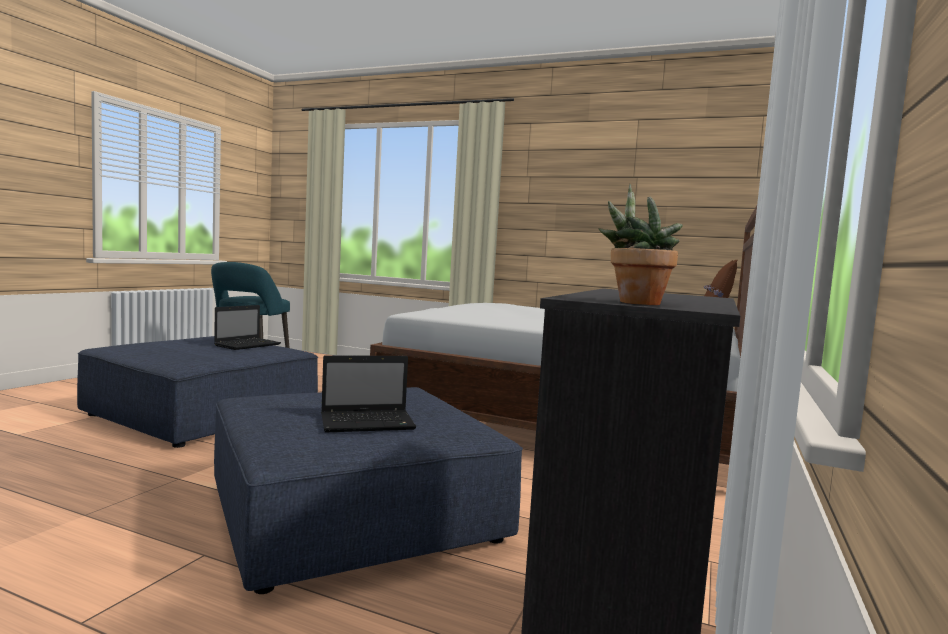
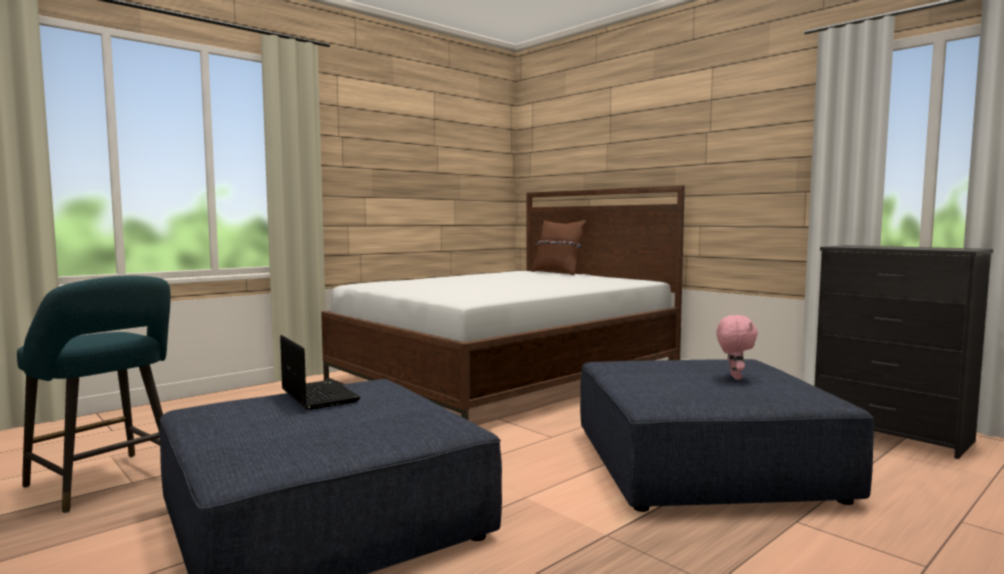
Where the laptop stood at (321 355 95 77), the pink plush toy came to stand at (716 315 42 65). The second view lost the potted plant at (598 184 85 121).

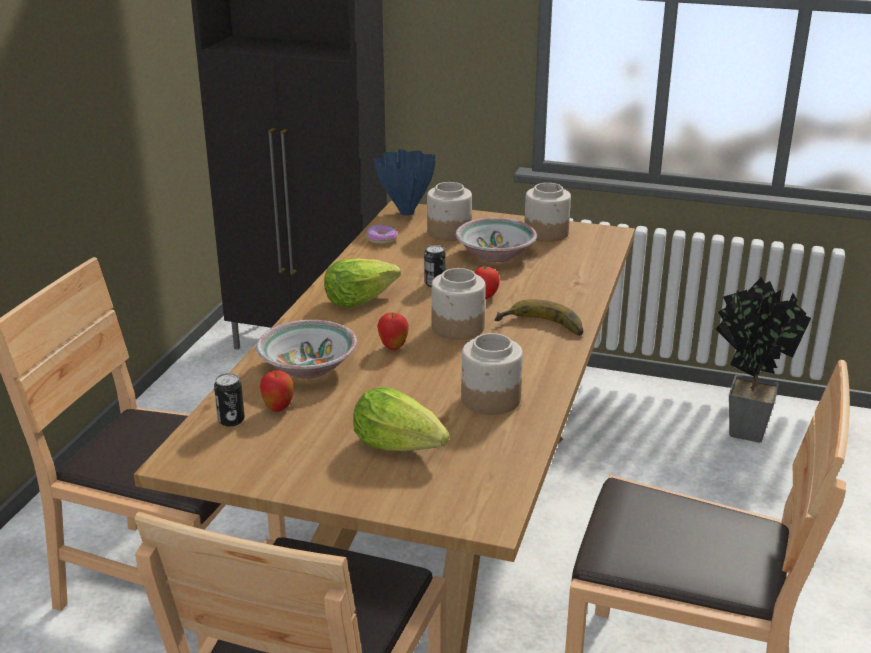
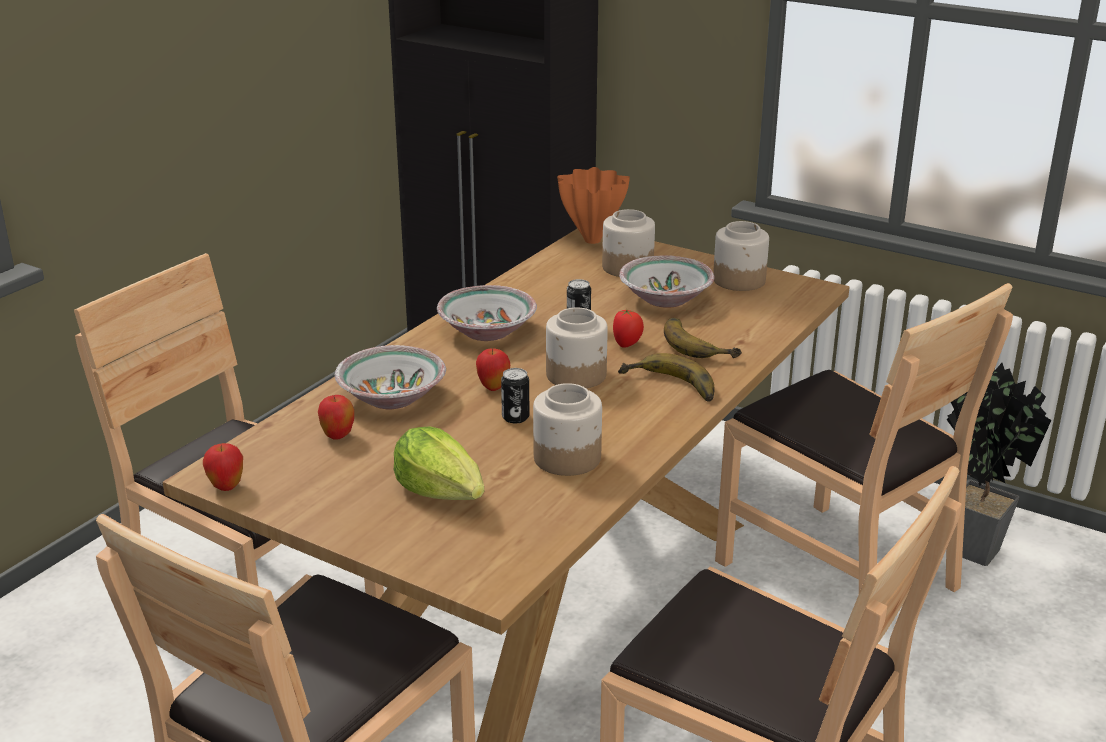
The can ended up elsewhere, having gone from (214 373 31 53) to (501 368 29 55). Where the lettuce stood at (324 258 77 50), the bowl came to stand at (437 285 100 56). The second view lost the donut at (366 225 32 19). What was the blue vase at (374 149 61 67) turned into the orange vase at (557 167 73 77). The second view gained the apple at (203 443 40 48). The second view gained the banana at (664 318 78 40). The second view gained the brown chair at (715 283 298 310).

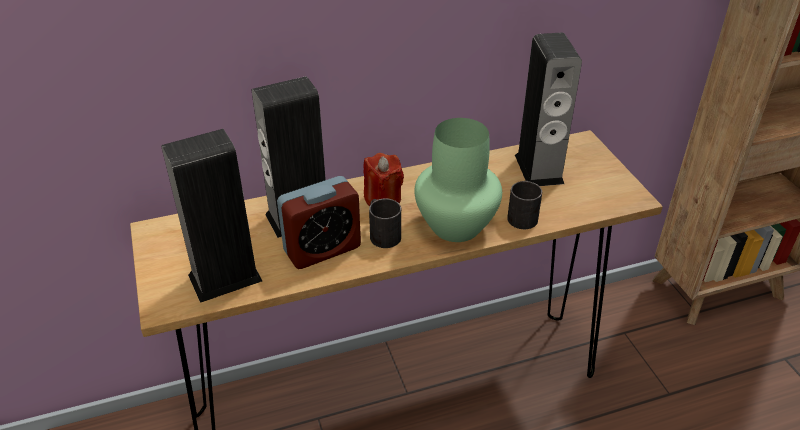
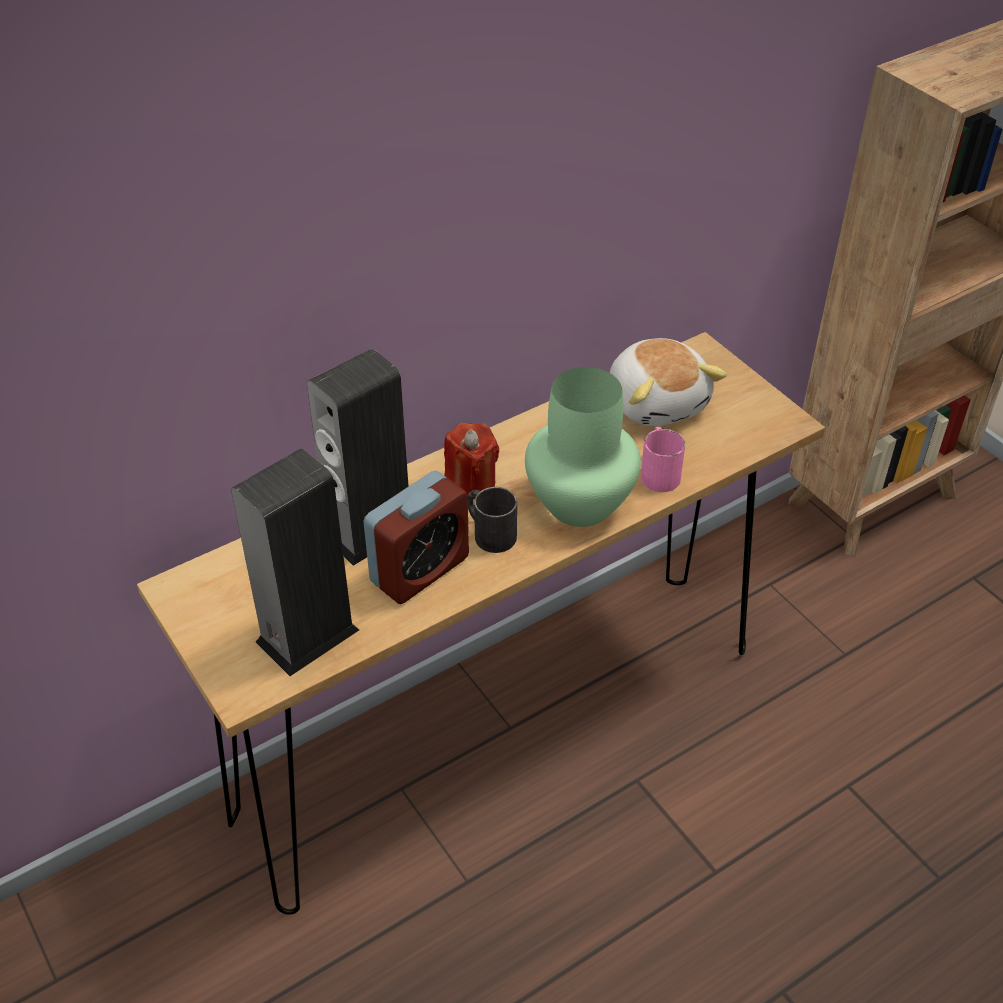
What was the black mug at (507 180 35 49) turned into the pink mug at (641 427 45 65). Where the speaker stood at (515 33 67 153), the plush toy came to stand at (610 338 117 88).

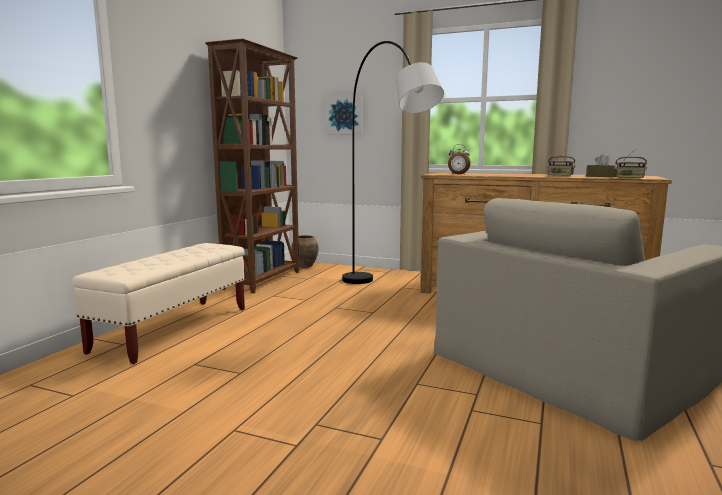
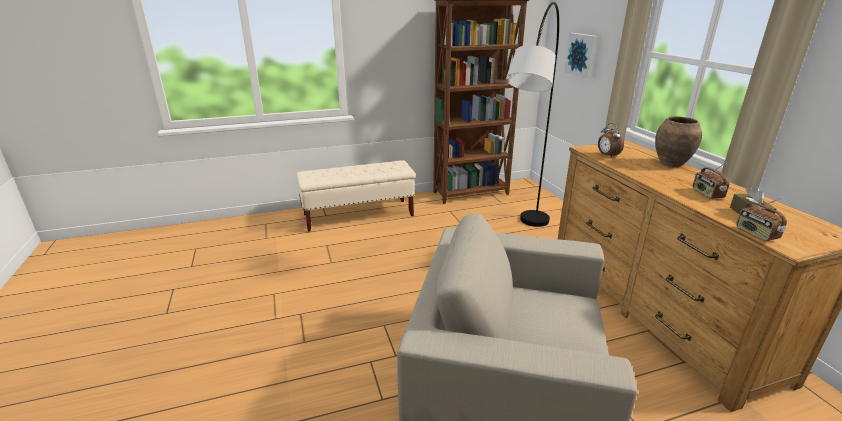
The brown vase ended up elsewhere, having gone from (291 235 28 33) to (655 116 47 51).

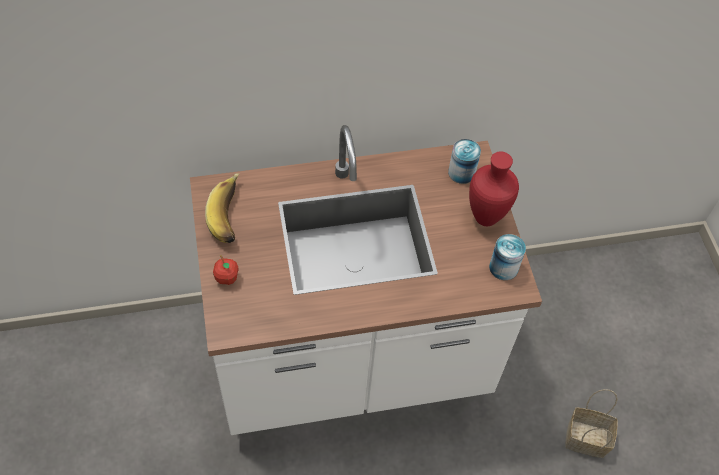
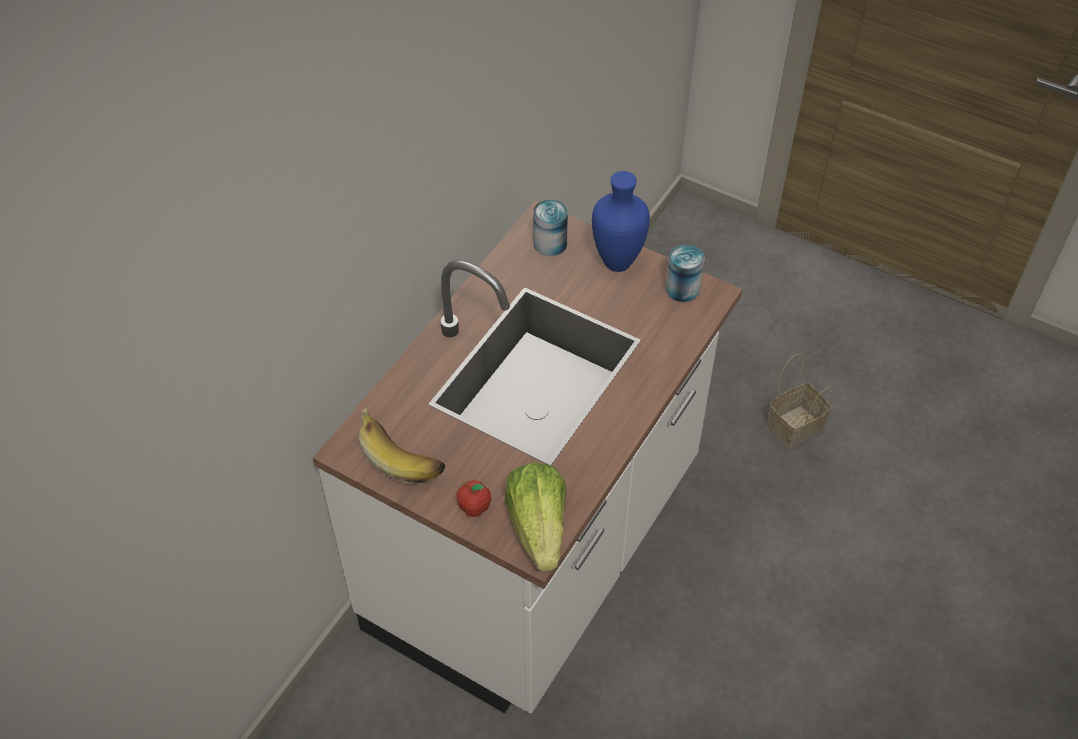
What was the red vase at (469 151 50 75) turned into the blue vase at (592 171 58 101). The second view gained the lettuce at (504 463 63 108).

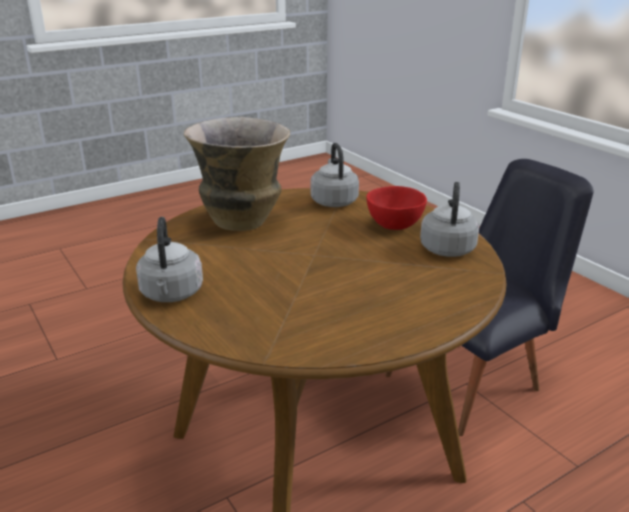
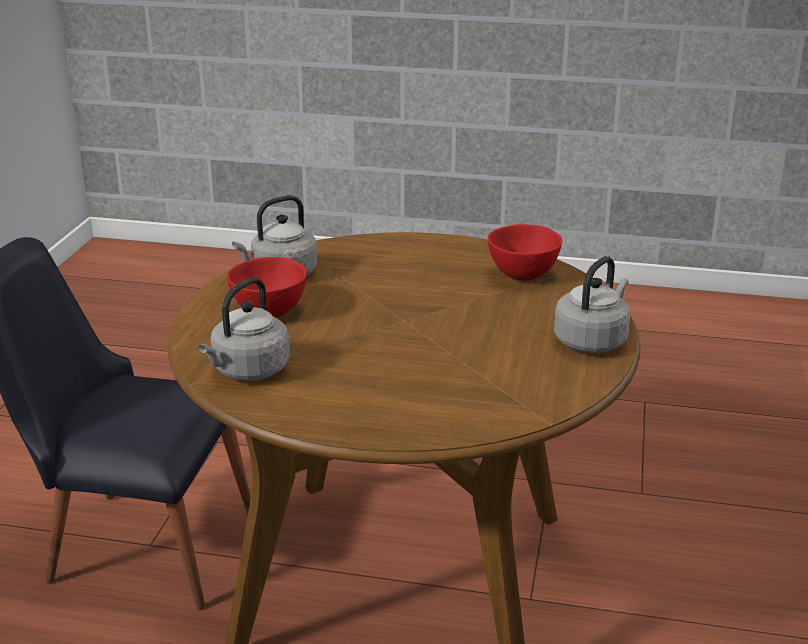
The second view lost the vase at (184 117 106 114). The second view gained the red bowl at (488 224 74 57).

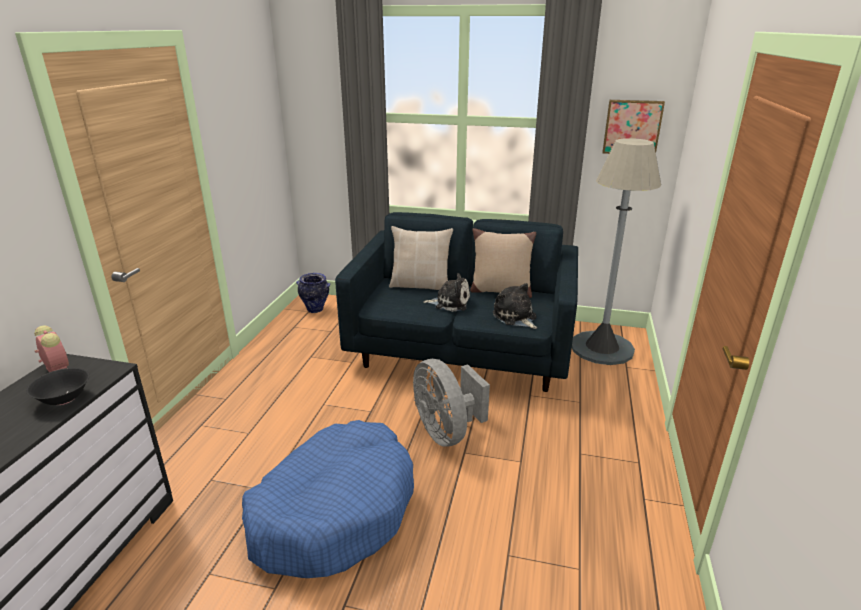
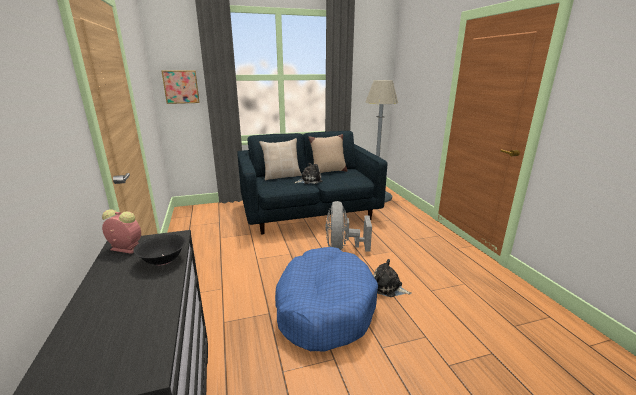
The second view lost the vase at (296 273 34 40). The grey fan at (413 359 77 88) ended up facing another way, 60 degrees clockwise from before. The plush toy ended up elsewhere, having gone from (493 283 44 46) to (373 259 39 38). The picture ended up elsewhere, having gone from (602 100 63 54) to (161 70 39 34).

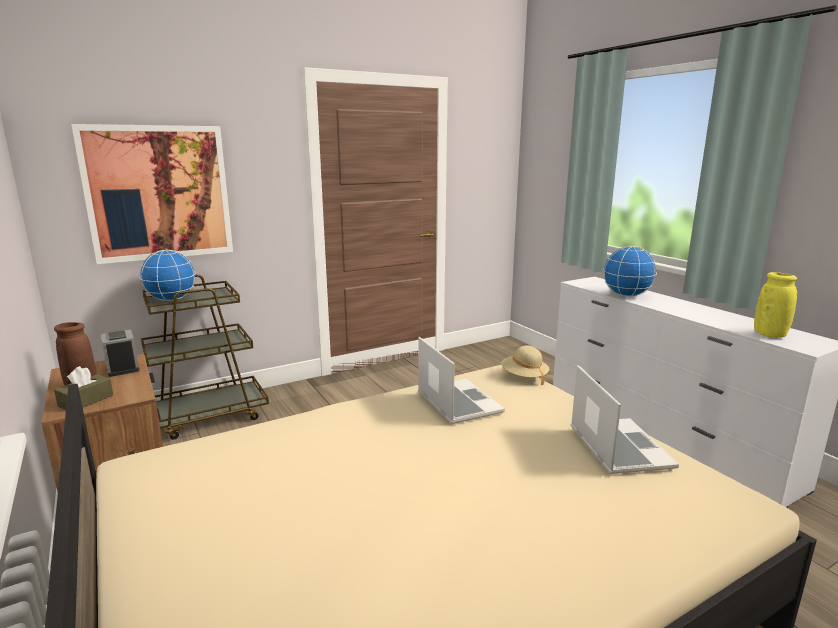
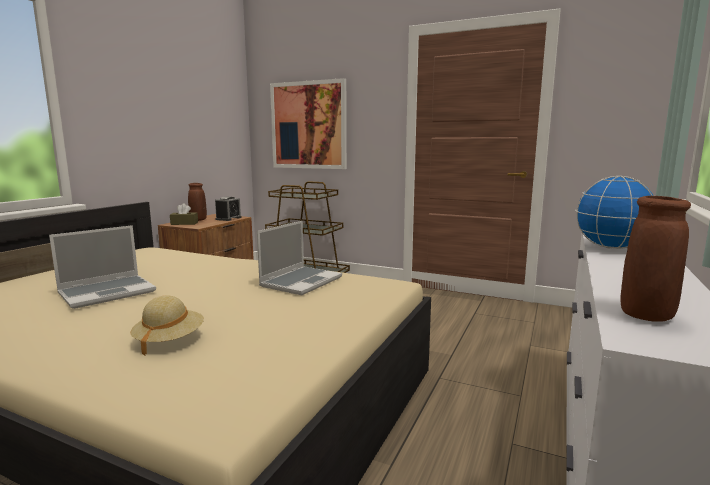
The second view lost the globe at (140 250 56 51). The beige hat ended up elsewhere, having gone from (501 345 49 40) to (130 295 74 61). The laptop ended up elsewhere, having gone from (571 365 108 109) to (49 225 107 84). What was the yellow vase at (754 272 43 66) turned into the brown vase at (620 196 71 126).

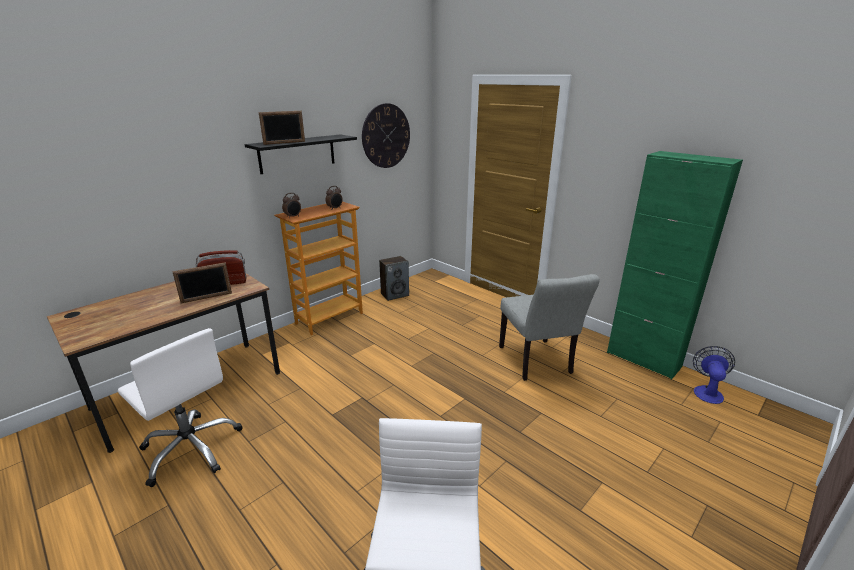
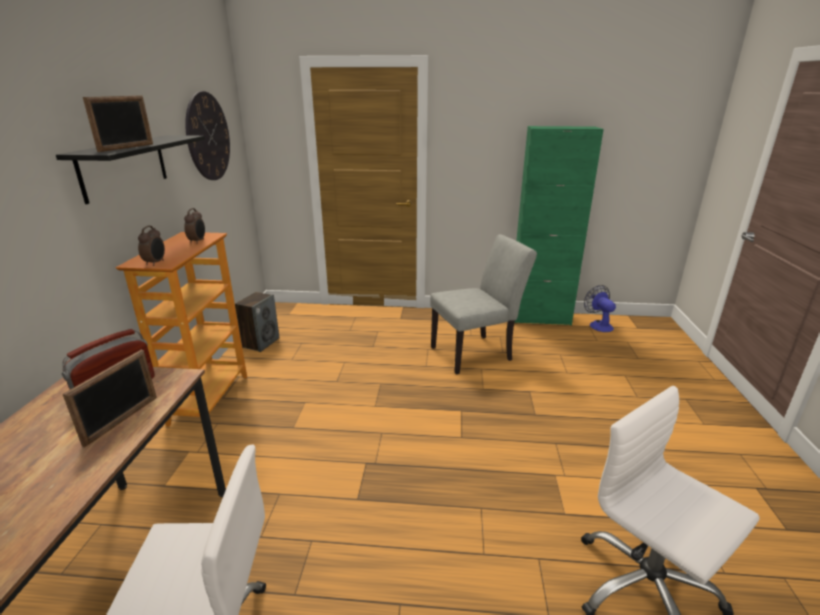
The grey chair at (499 274 101 107) ended up facing another way, 60 degrees counterclockwise from before.

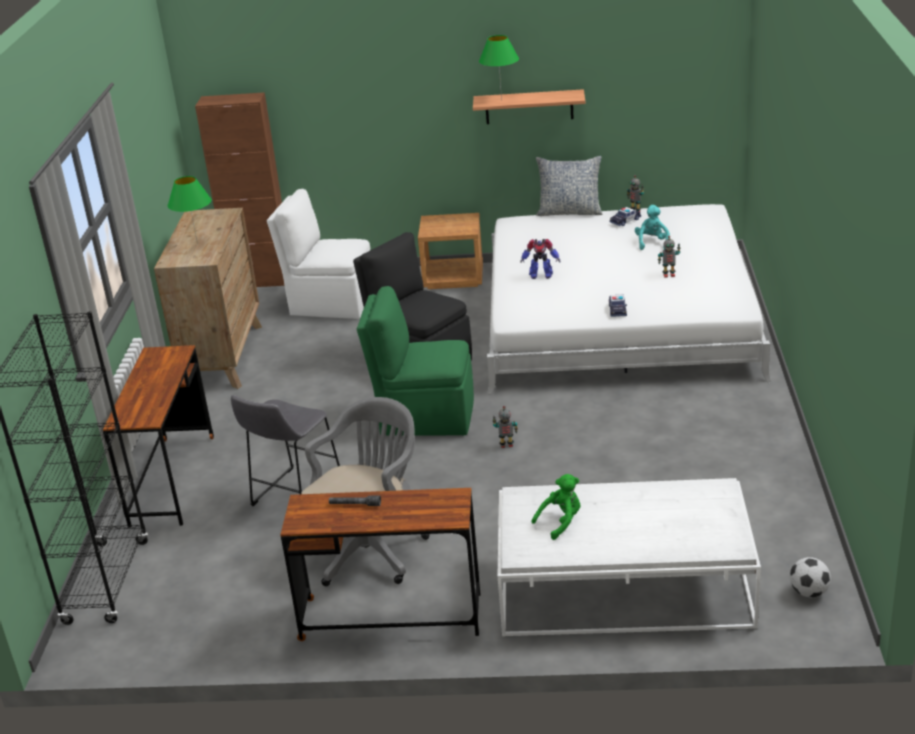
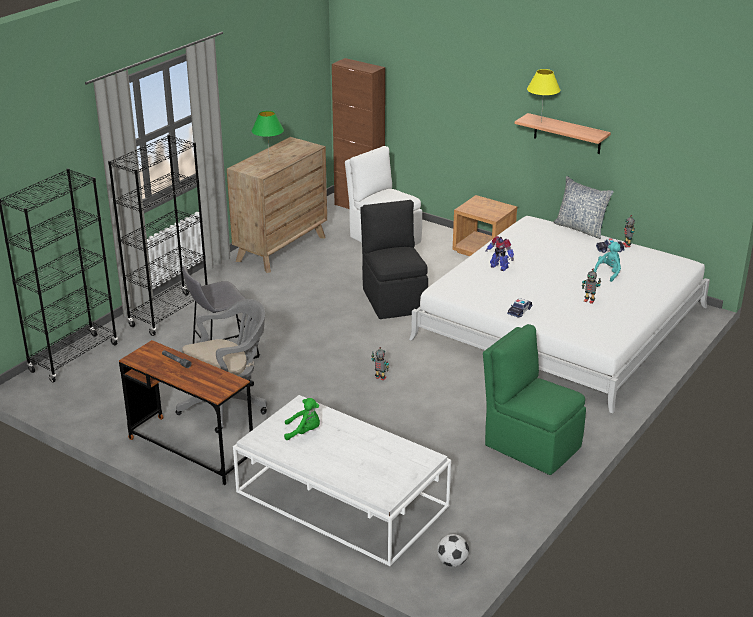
Where the brown desk stood at (103 345 111 183), the black bookcase came to stand at (108 135 100 201). The green chair ended up elsewhere, having gone from (357 286 117 149) to (483 324 103 151). What was the green table lamp at (479 35 40 66) turned into the yellow table lamp at (527 69 33 52).

